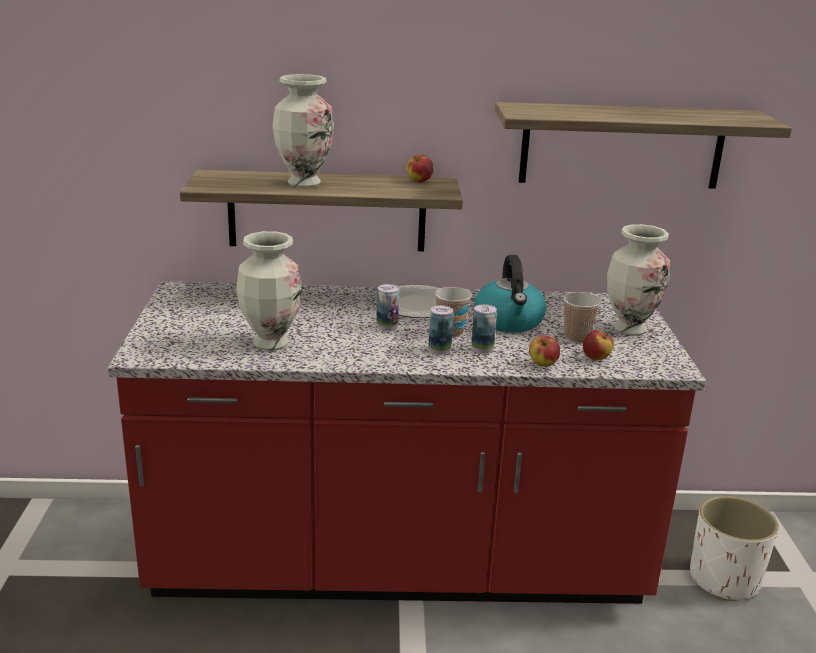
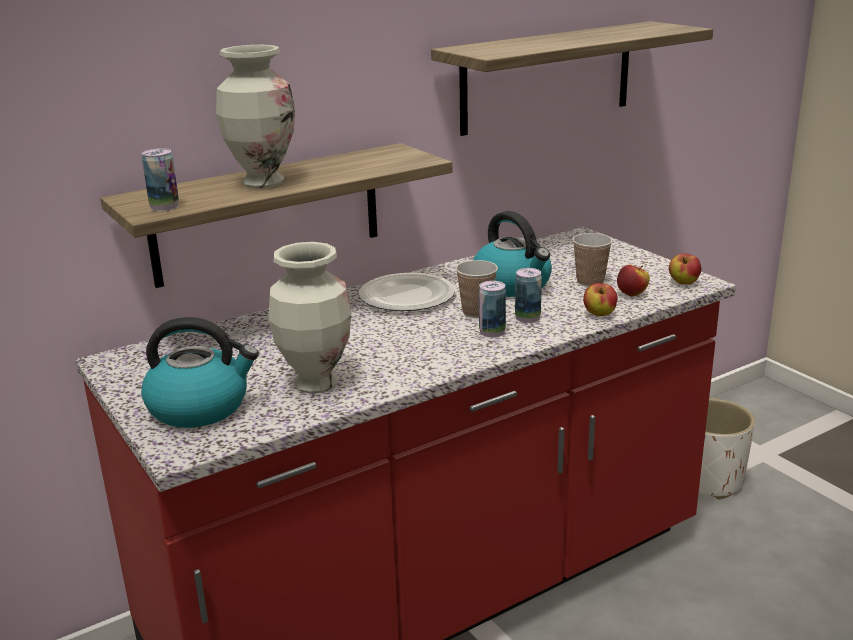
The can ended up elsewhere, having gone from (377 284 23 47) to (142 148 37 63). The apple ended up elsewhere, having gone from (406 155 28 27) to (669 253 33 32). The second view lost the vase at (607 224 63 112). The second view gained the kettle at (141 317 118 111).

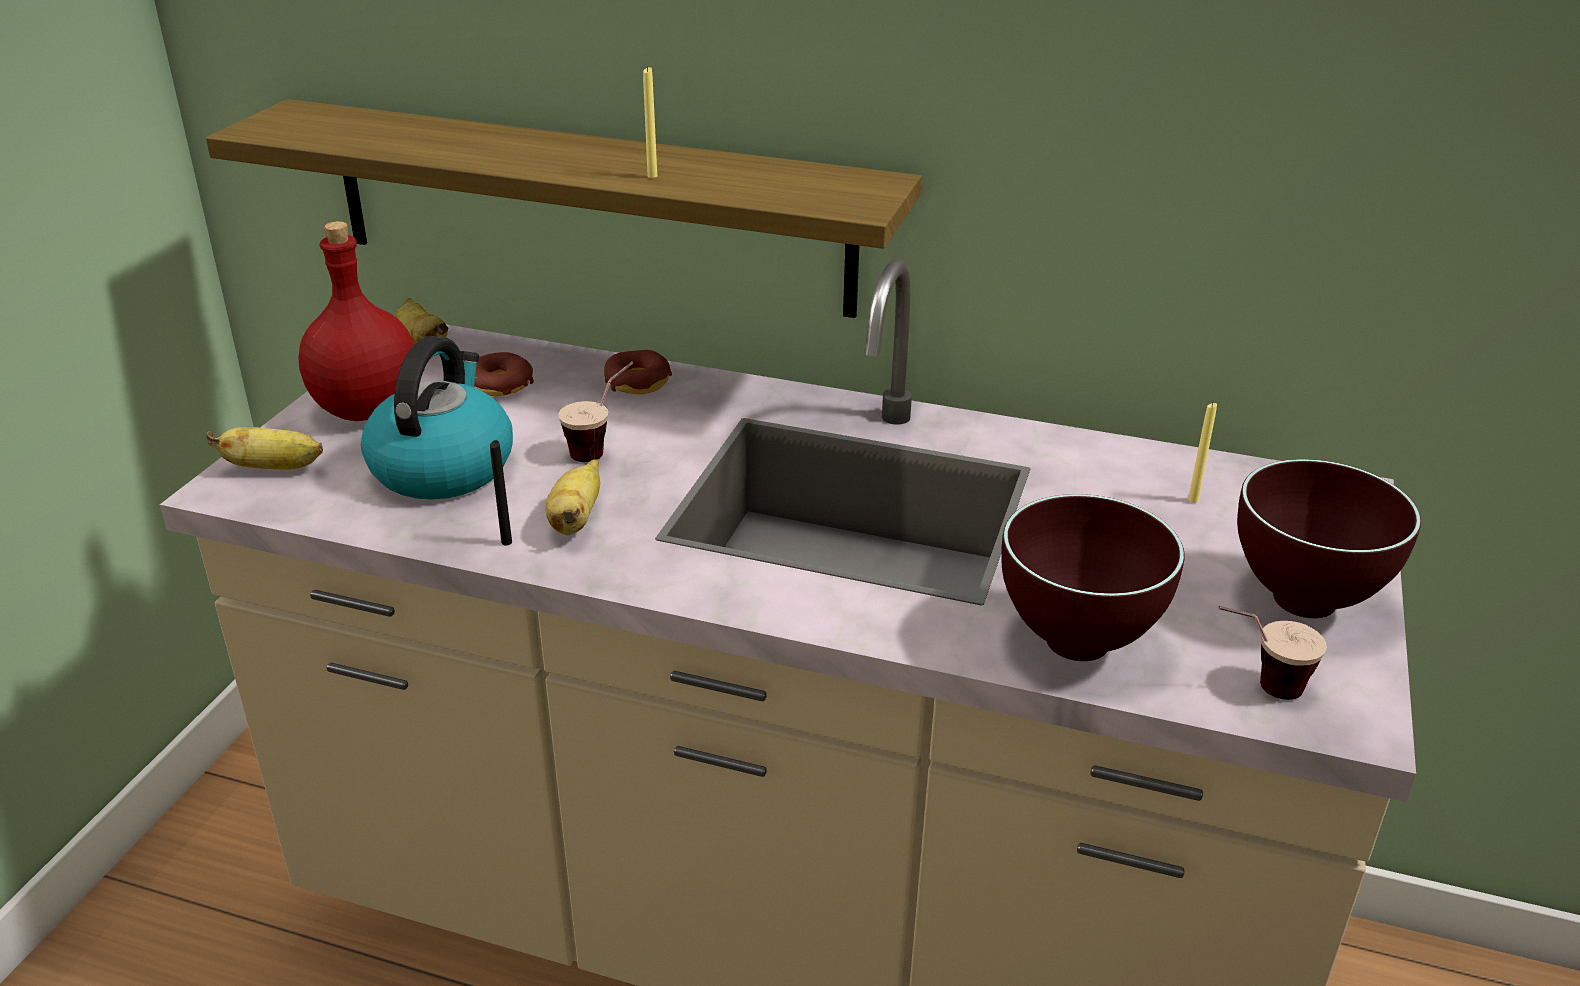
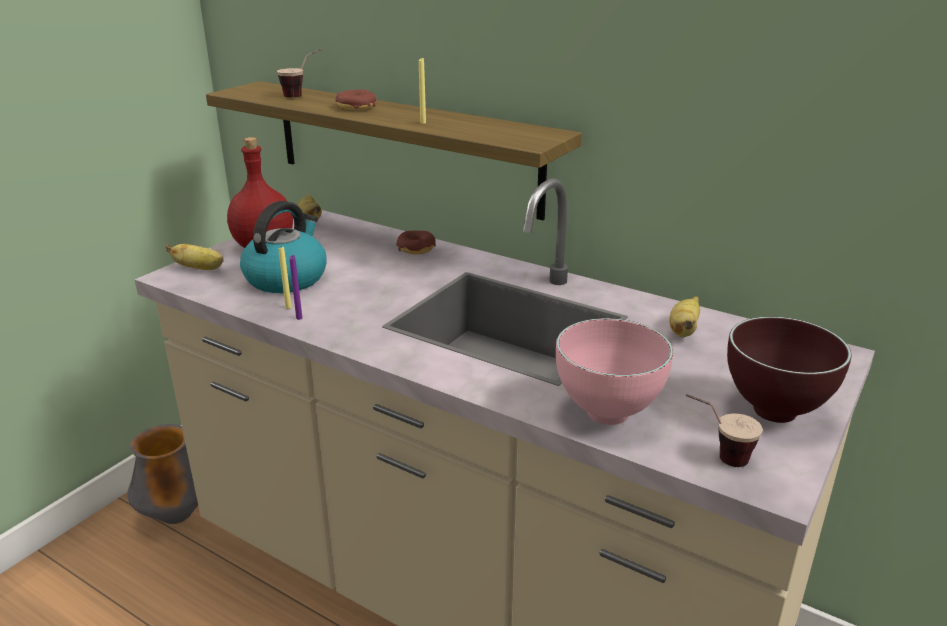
The donut ended up elsewhere, having gone from (474 352 60 44) to (335 89 41 21). What was the black candle at (490 440 22 105) turned into the purple candle at (290 255 12 65). The banana ended up elsewhere, having gone from (546 459 54 76) to (669 297 31 40). The cup ended up elsewhere, having gone from (558 362 75 100) to (277 49 44 49). What was the brown bowl at (1001 494 183 167) turned into the pink bowl at (556 318 117 107). The yellow candle ended up elsewhere, having gone from (1188 402 29 101) to (279 247 13 62). The second view gained the vase at (127 424 71 100).

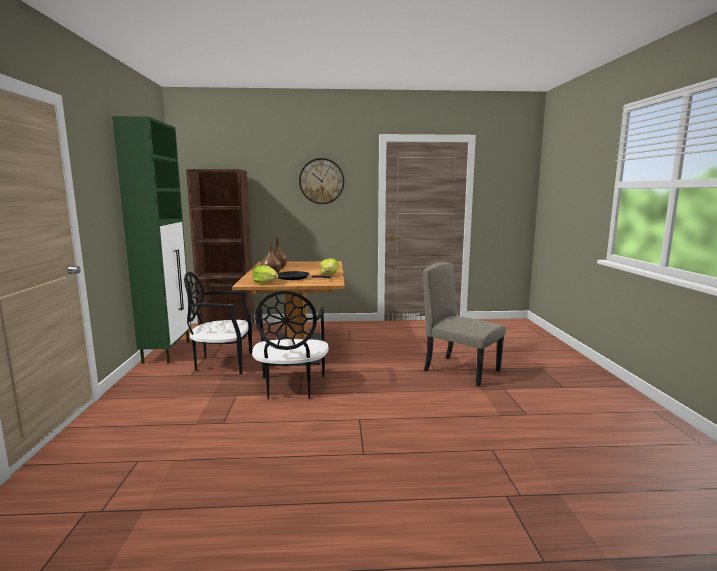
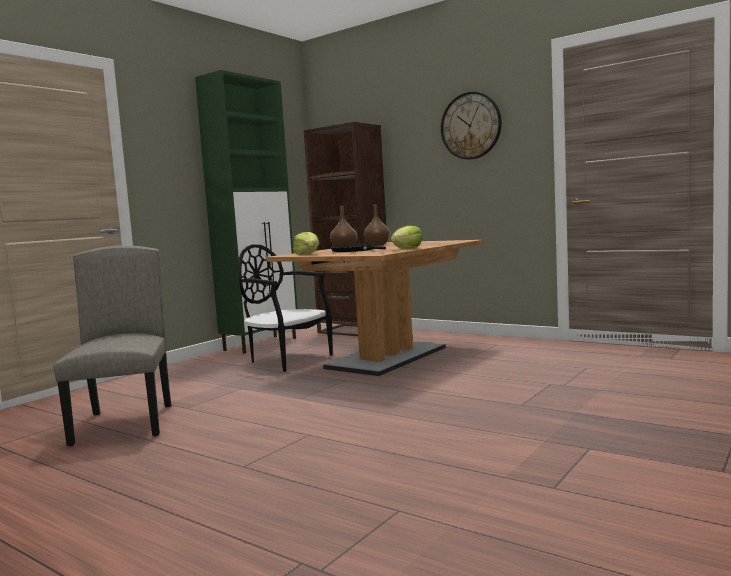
The second view lost the black chair at (252 291 77 109). The beige chair ended up elsewhere, having gone from (423 262 83 124) to (53 245 118 201).

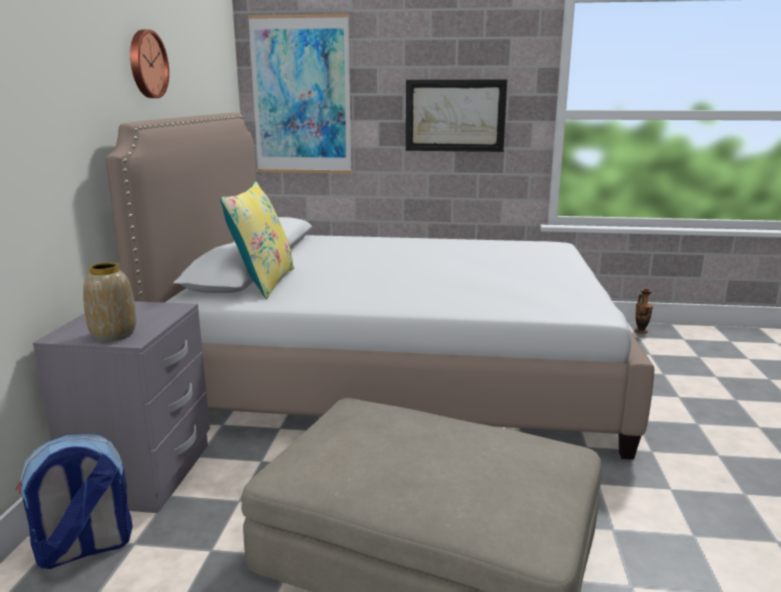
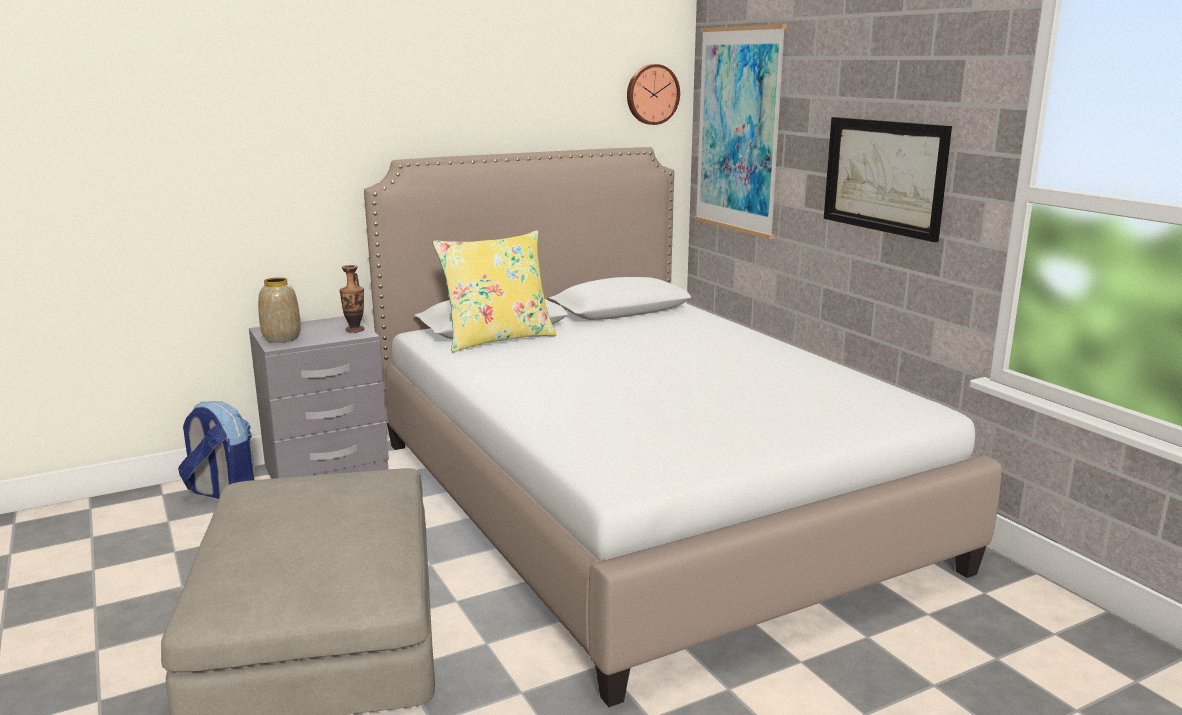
The wall clock ended up elsewhere, having gone from (130 30 39 68) to (627 64 53 61). The vase ended up elsewhere, having gone from (635 289 18 45) to (340 265 25 68).

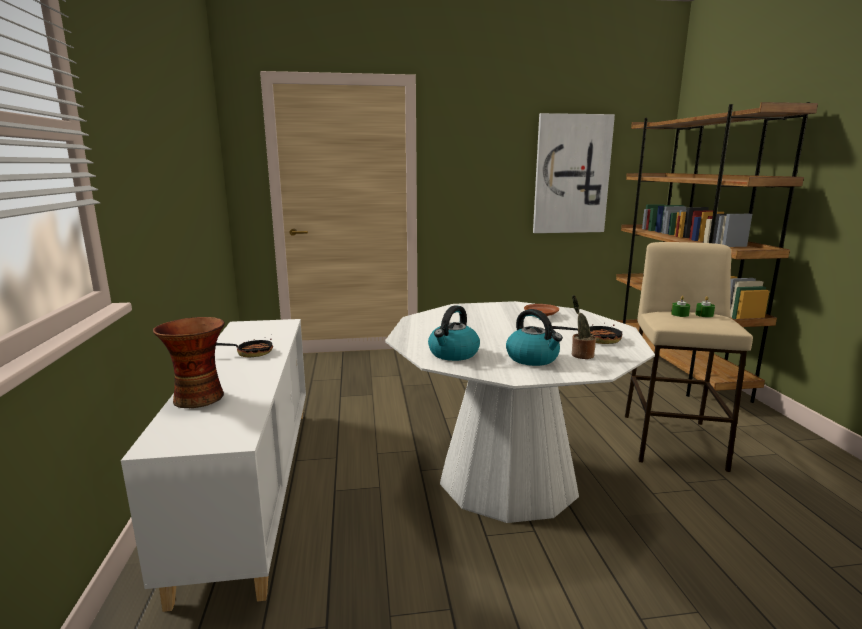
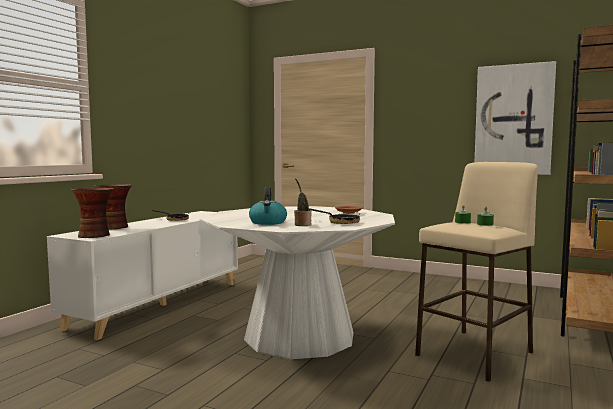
The second view lost the kettle at (428 305 52 56). The second view gained the vase at (71 188 42 50).

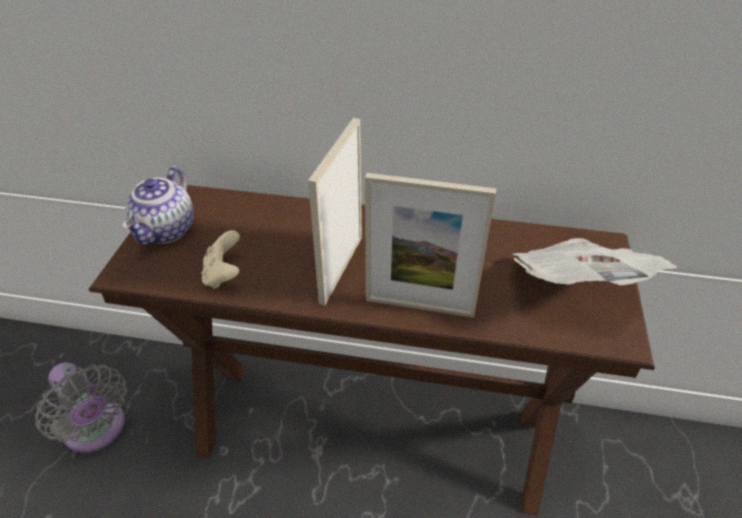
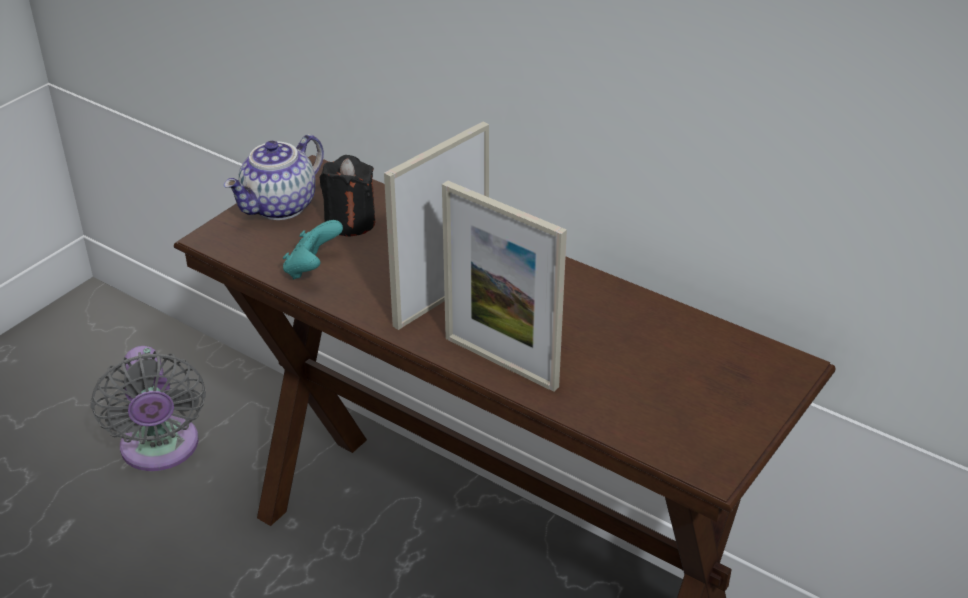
What was the beige game controller at (201 230 39 59) turned into the turquoise game controller at (283 220 60 59). The second view lost the newspaper at (513 238 165 48). The second view gained the black candle at (320 155 55 81).

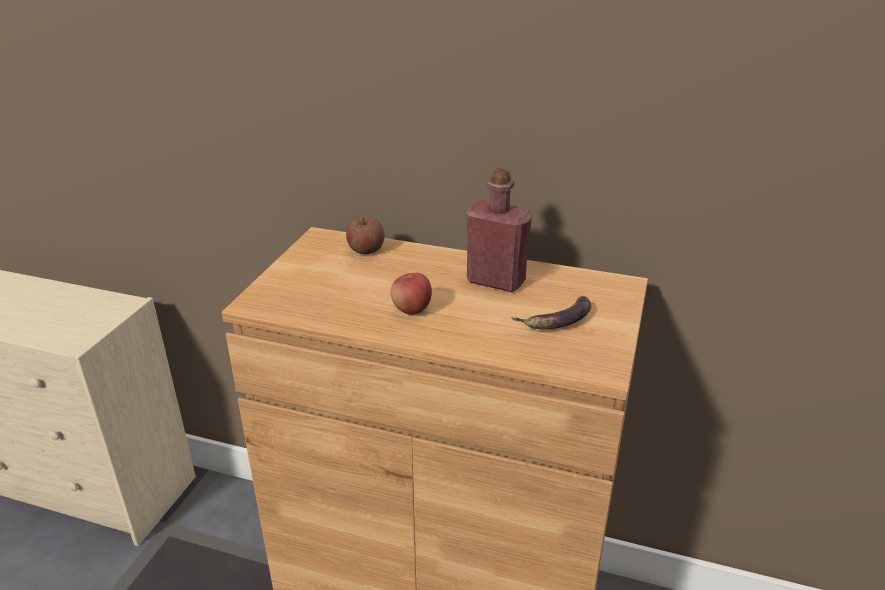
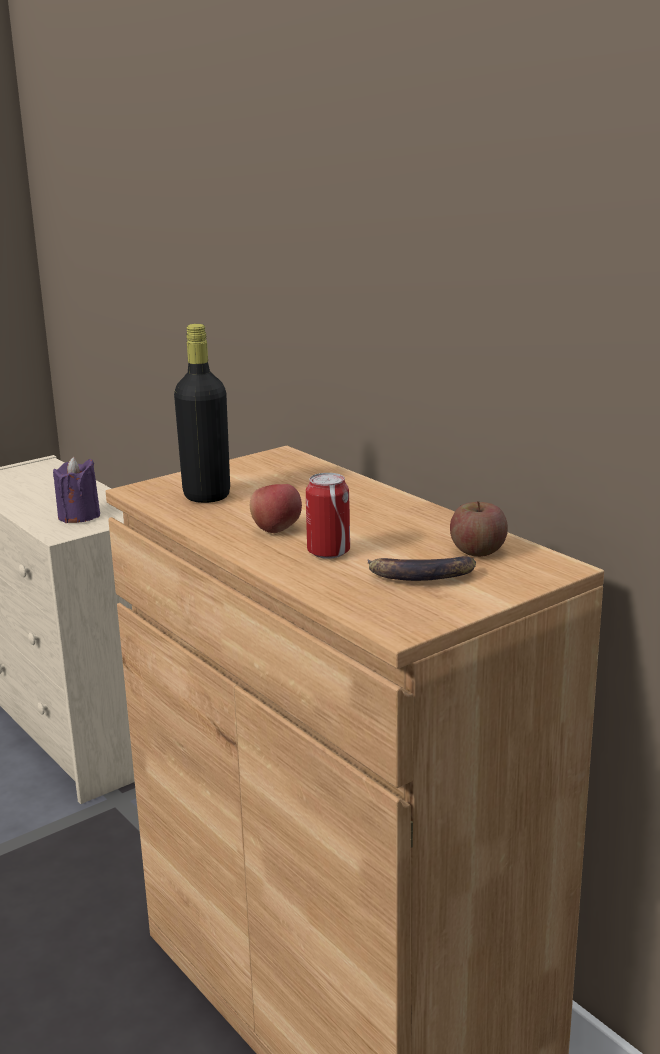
The apple ended up elsewhere, having gone from (346 217 39 37) to (450 501 58 56). The second view lost the red bottle at (466 168 66 124). The second view gained the purple candle at (53 457 47 66). The second view gained the black bottle at (174 324 56 179). The second view gained the can at (306 473 44 86).

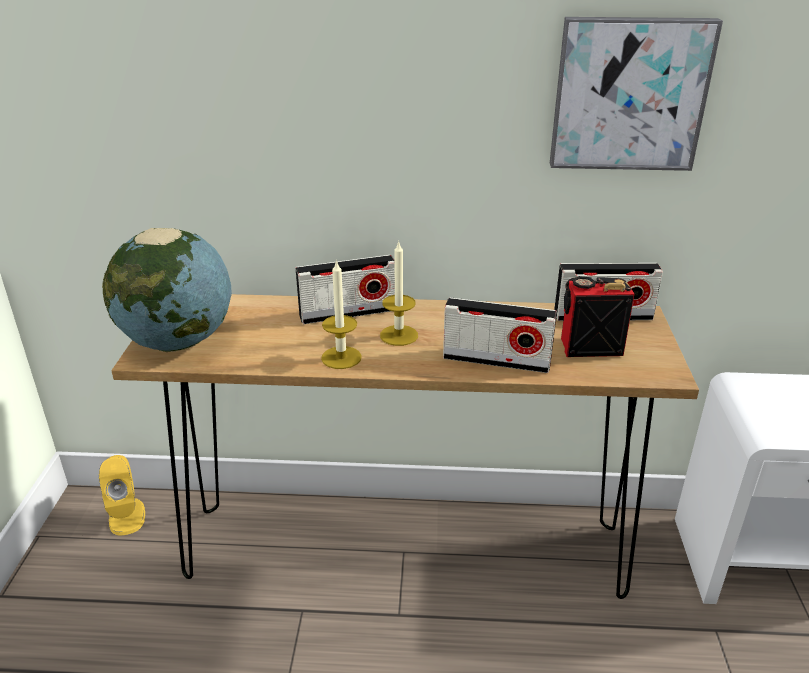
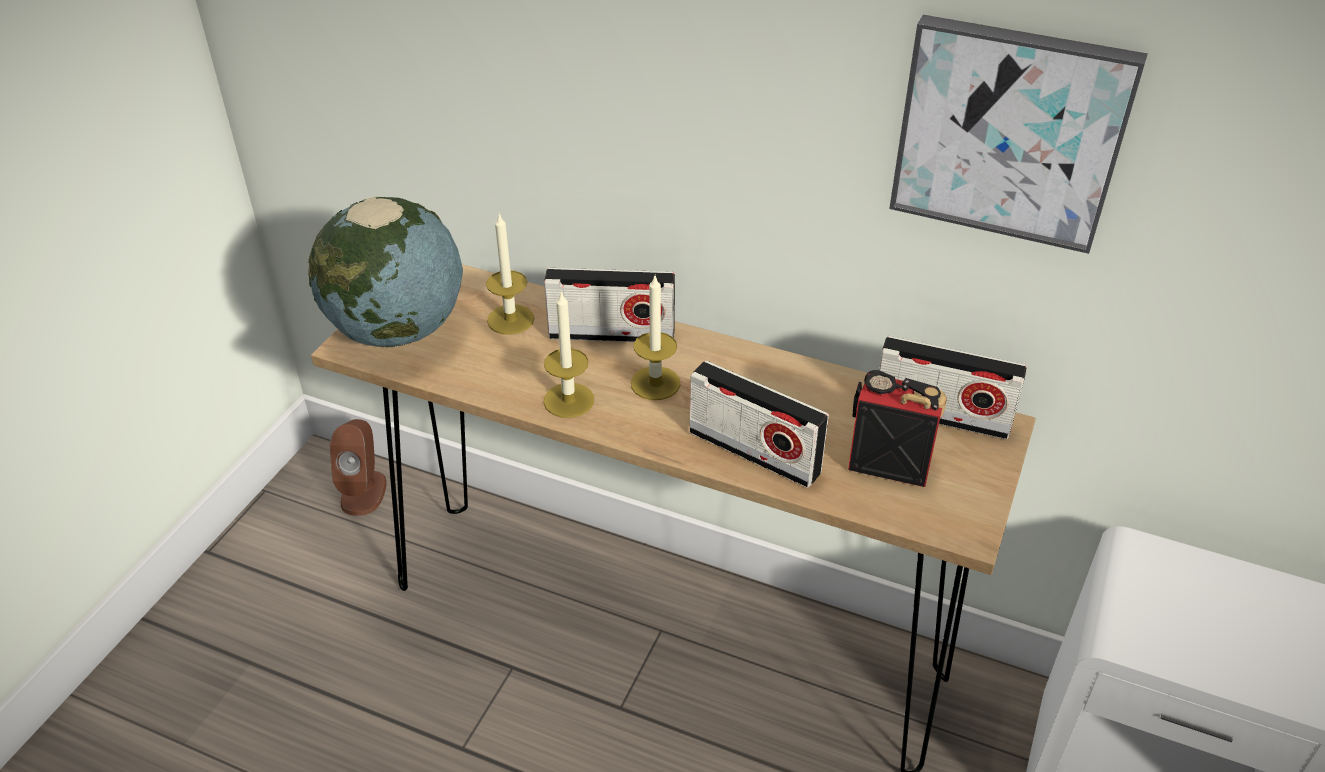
What was the yellow speaker at (99 455 46 80) turned into the brown speaker at (330 419 57 97). The second view gained the candle at (486 214 48 121).

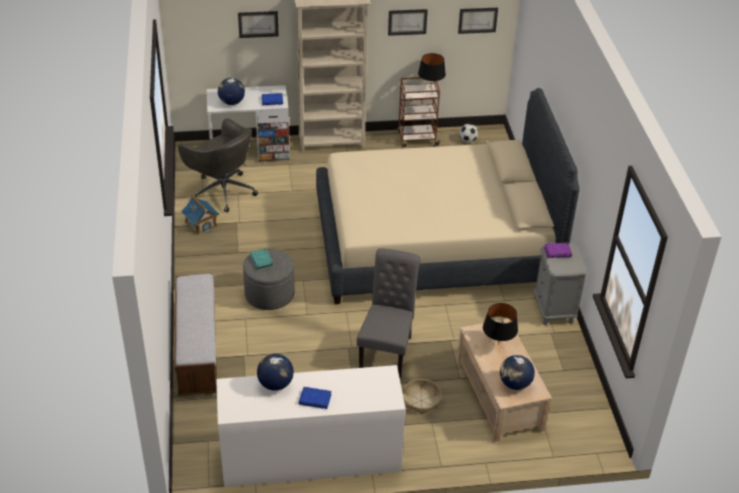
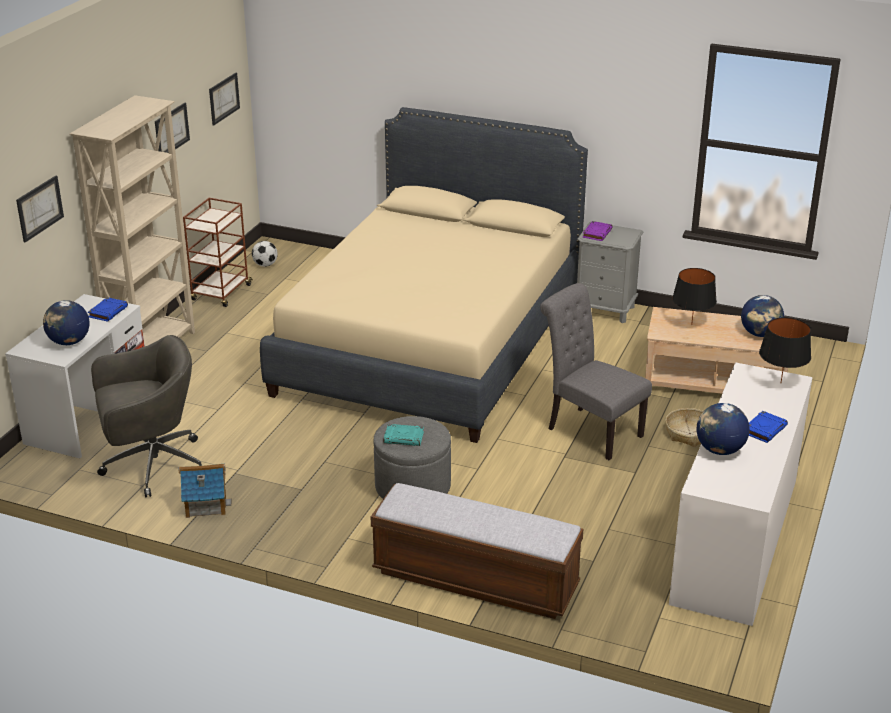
The black table lamp ended up elsewhere, having gone from (418 53 28 30) to (759 317 52 65).

